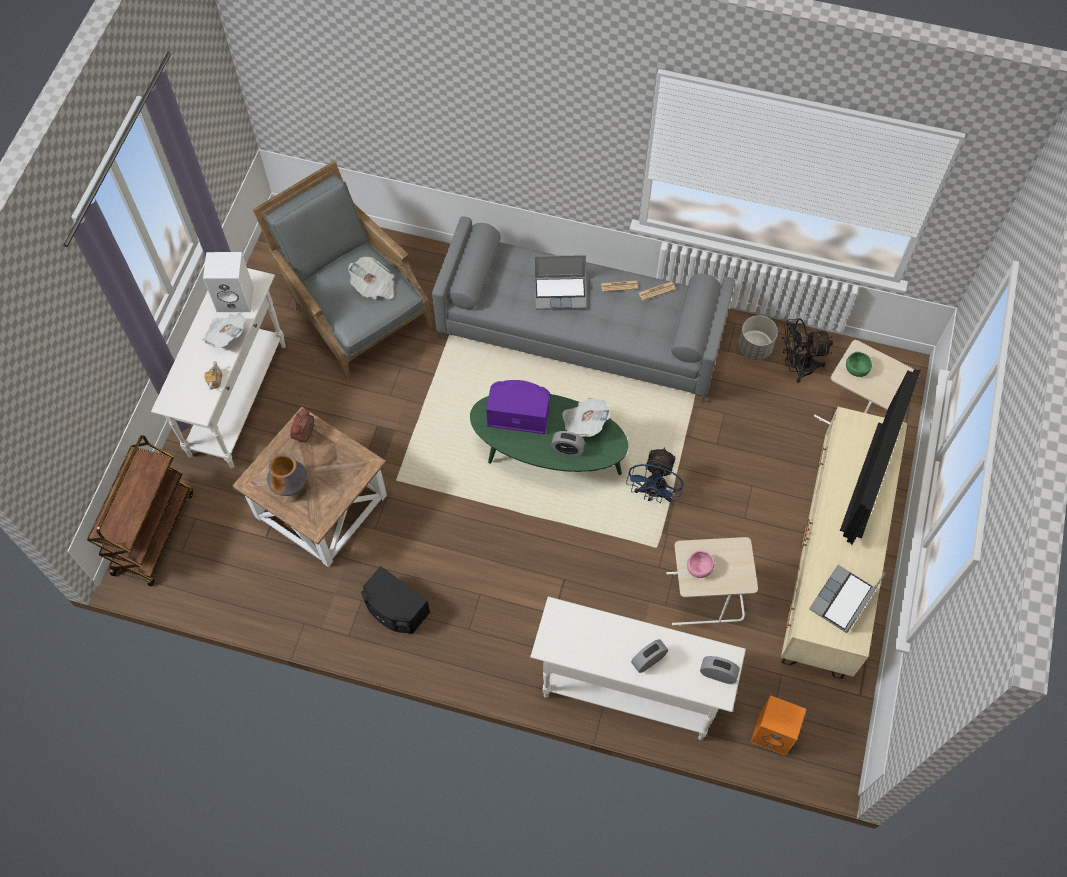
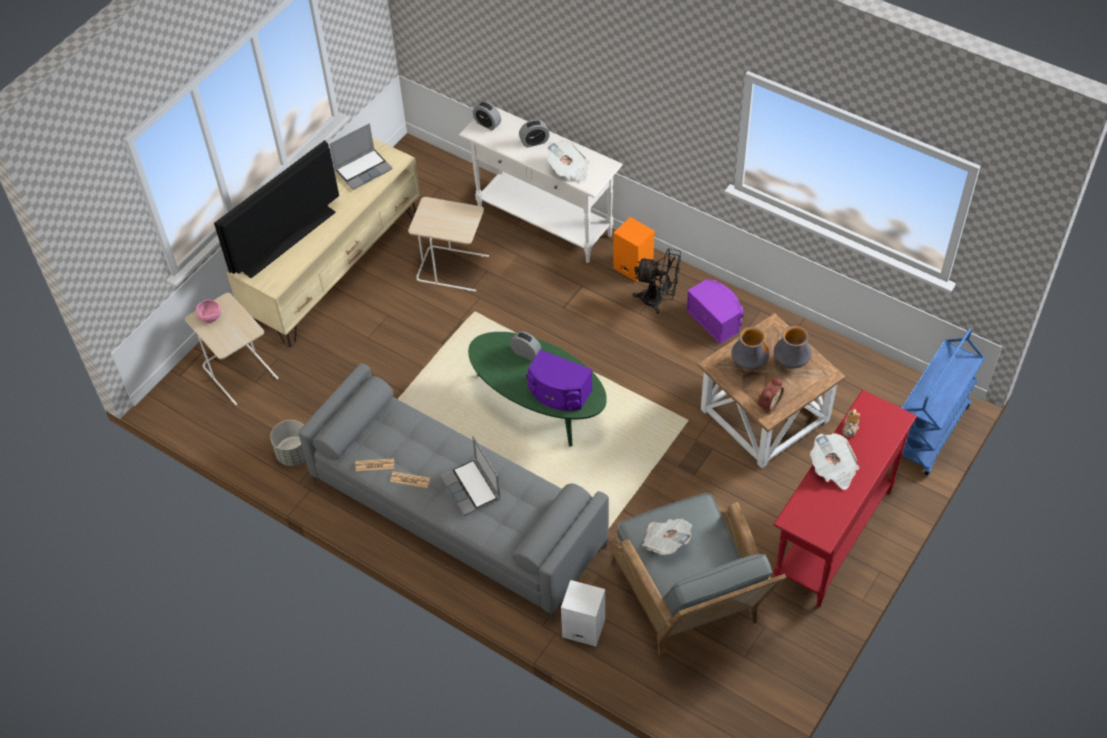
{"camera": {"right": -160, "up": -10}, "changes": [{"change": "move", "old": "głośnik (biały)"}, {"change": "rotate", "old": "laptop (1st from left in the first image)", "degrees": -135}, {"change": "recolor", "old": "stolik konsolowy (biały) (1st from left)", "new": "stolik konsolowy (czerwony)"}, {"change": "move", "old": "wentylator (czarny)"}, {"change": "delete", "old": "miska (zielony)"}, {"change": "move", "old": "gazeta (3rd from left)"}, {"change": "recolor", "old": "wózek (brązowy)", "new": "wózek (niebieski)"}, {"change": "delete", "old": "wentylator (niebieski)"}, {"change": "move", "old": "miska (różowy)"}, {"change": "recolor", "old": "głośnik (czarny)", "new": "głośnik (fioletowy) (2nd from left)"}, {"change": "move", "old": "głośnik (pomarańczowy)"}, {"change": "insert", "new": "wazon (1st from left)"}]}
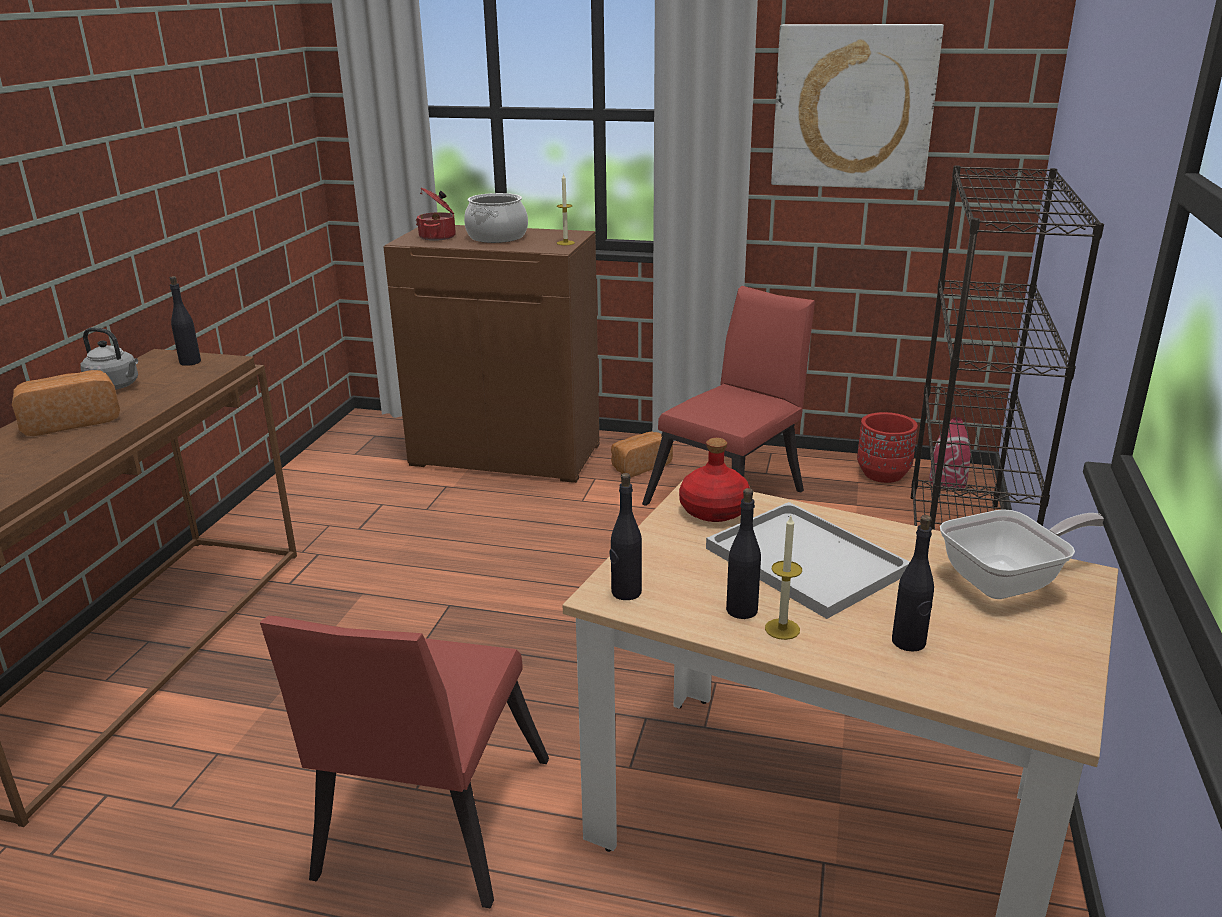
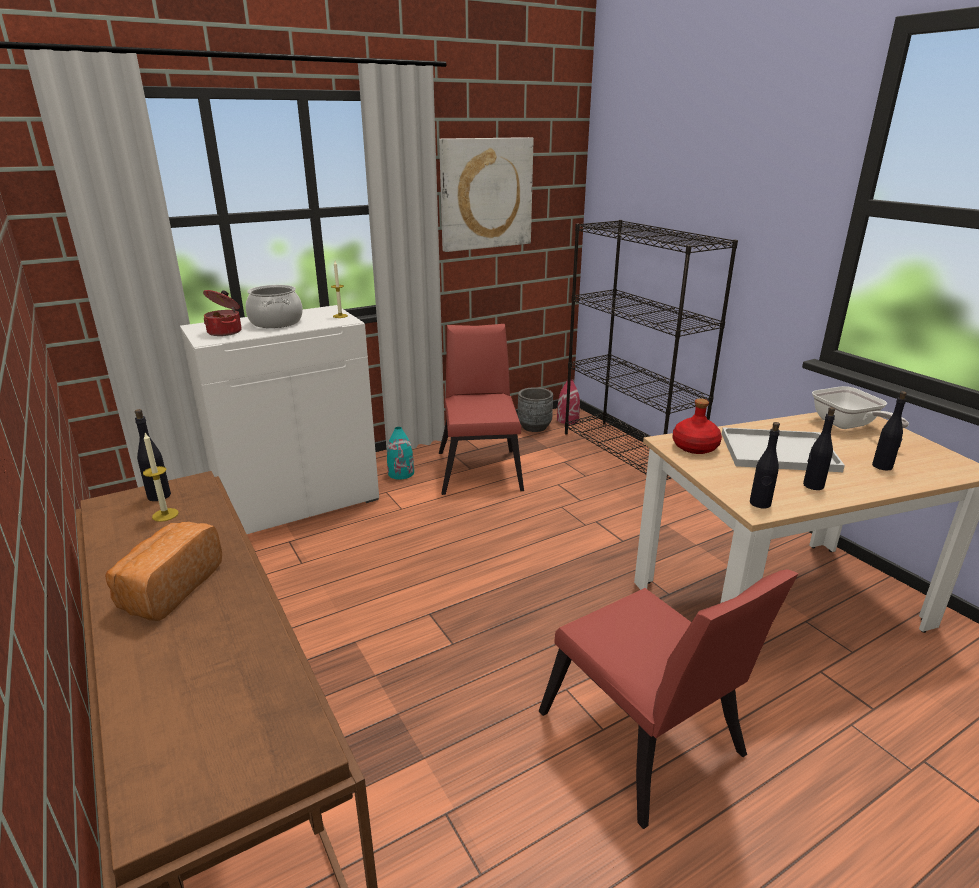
{"camera": {"right": -45, "up": 0}, "changes": [{"change": "recolor", "old": "szafka (brązowy)", "new": "szafka (biały)"}, {"change": "delete", "old": "czajnik (szary)"}, {"change": "recolor", "old": "donica (czerwony)", "new": "donica (szary)"}, {"change": "replace", "old": "chleb (2nd from left)", "new": "wazon (turkusowy)"}, {"change": "rotate", "old": "patelnia", "degrees": 135}, {"change": "move", "old": "świeca (2nd from left in the first image)", "new": "świeca (1st from left)"}]}
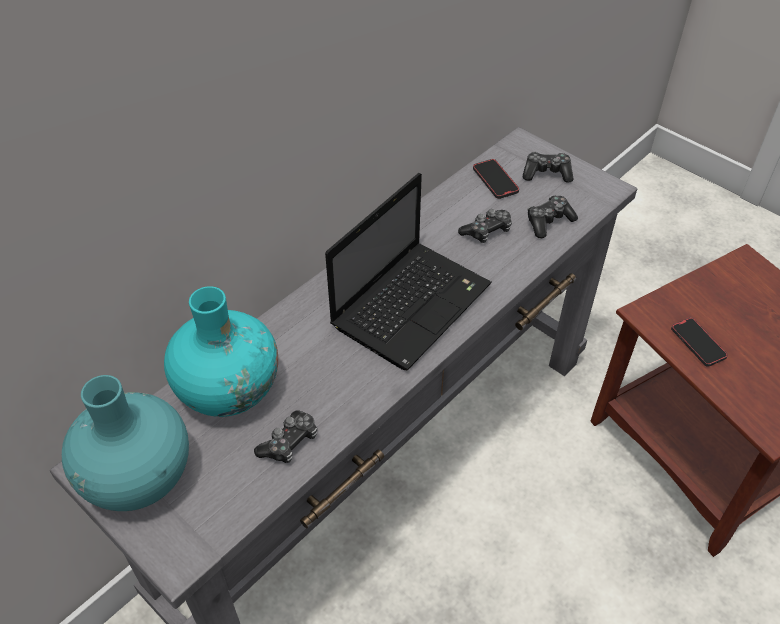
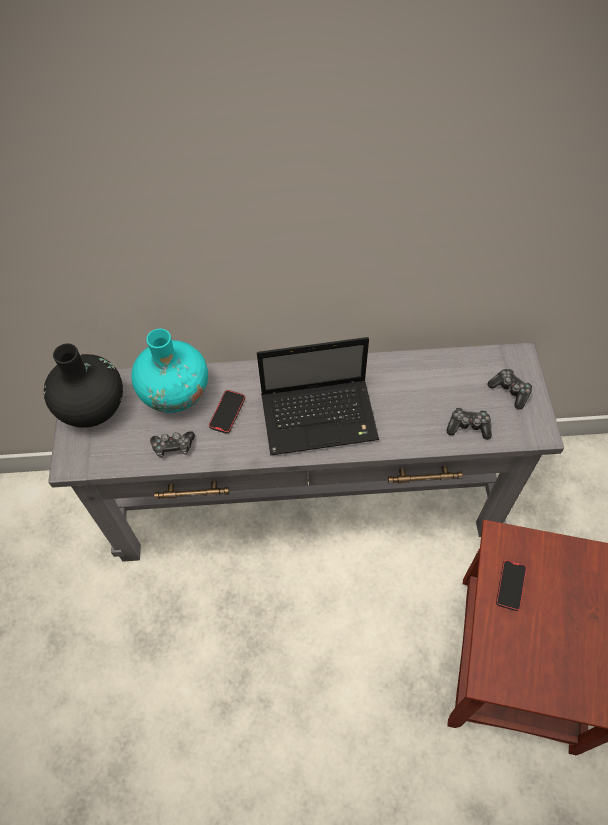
{"camera": {"right": 45, "up": 10}, "changes": [{"change": "move", "old": "telefon (1st from left)"}, {"change": "delete", "old": "pad do gier (2nd from left)"}, {"change": "recolor", "old": "wazon (turkusowy) (1st from left)", "new": "wazon (czarny)"}]}
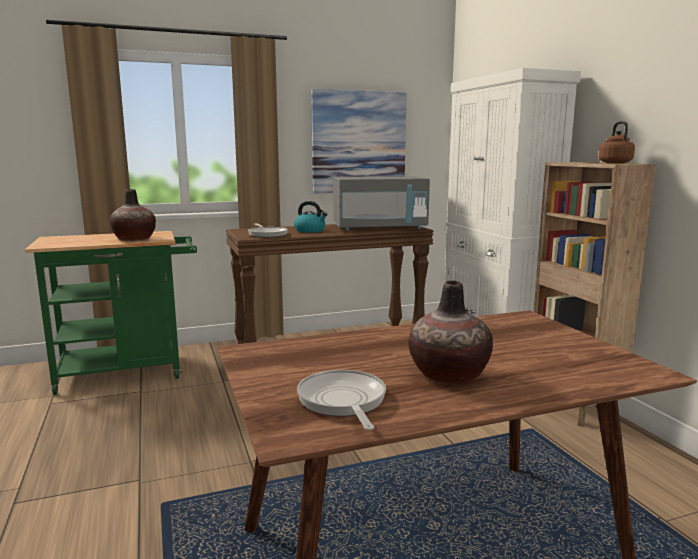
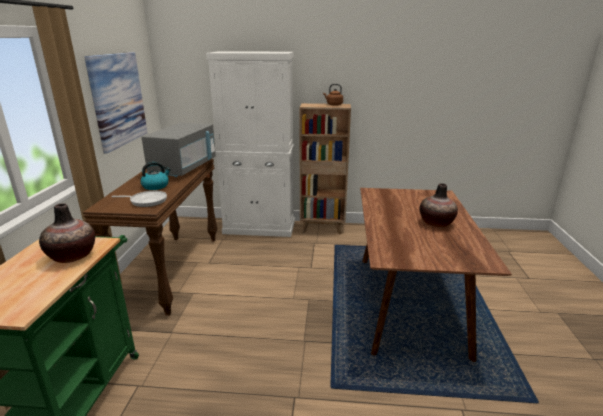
{"camera": {"right": -65, "up": 10}, "changes": [{"change": "delete", "old": "patelnia (2nd from left)"}]}
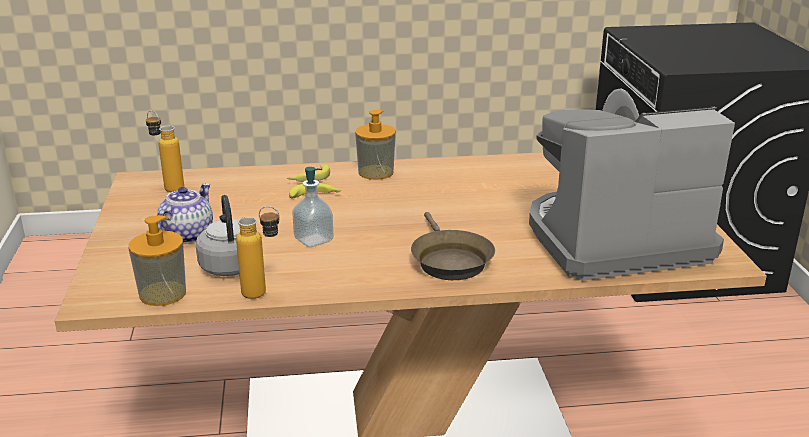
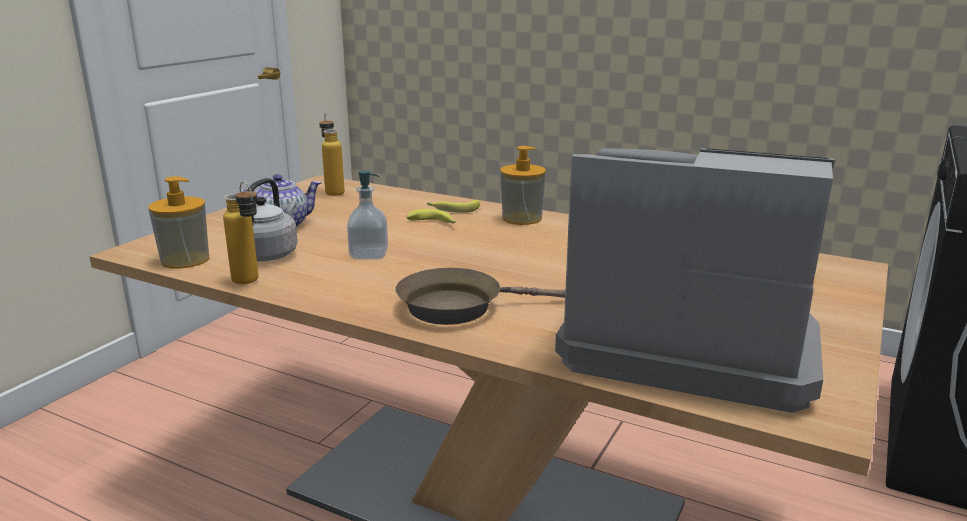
{"camera": {"right": 35, "up": -5}, "changes": [{"change": "rotate", "old": "patelnia (brązowy)", "degrees": 60}]}
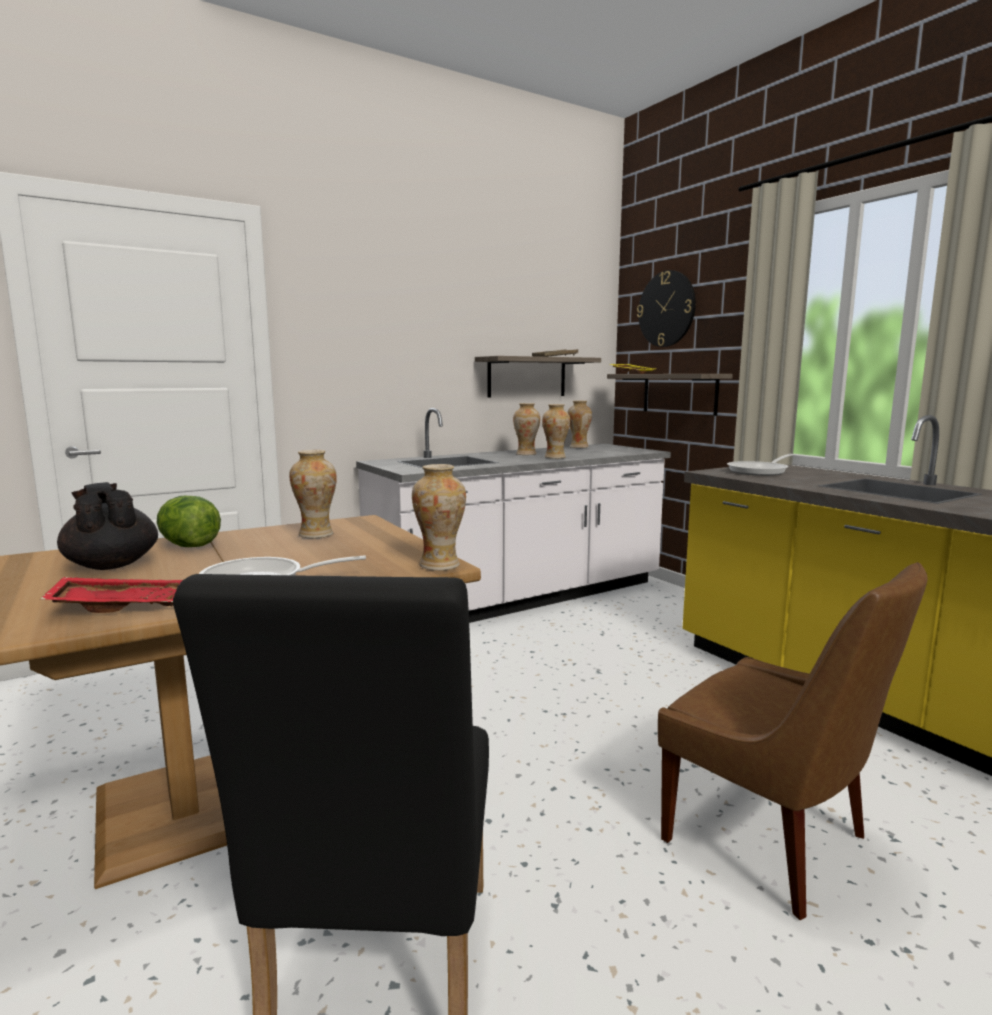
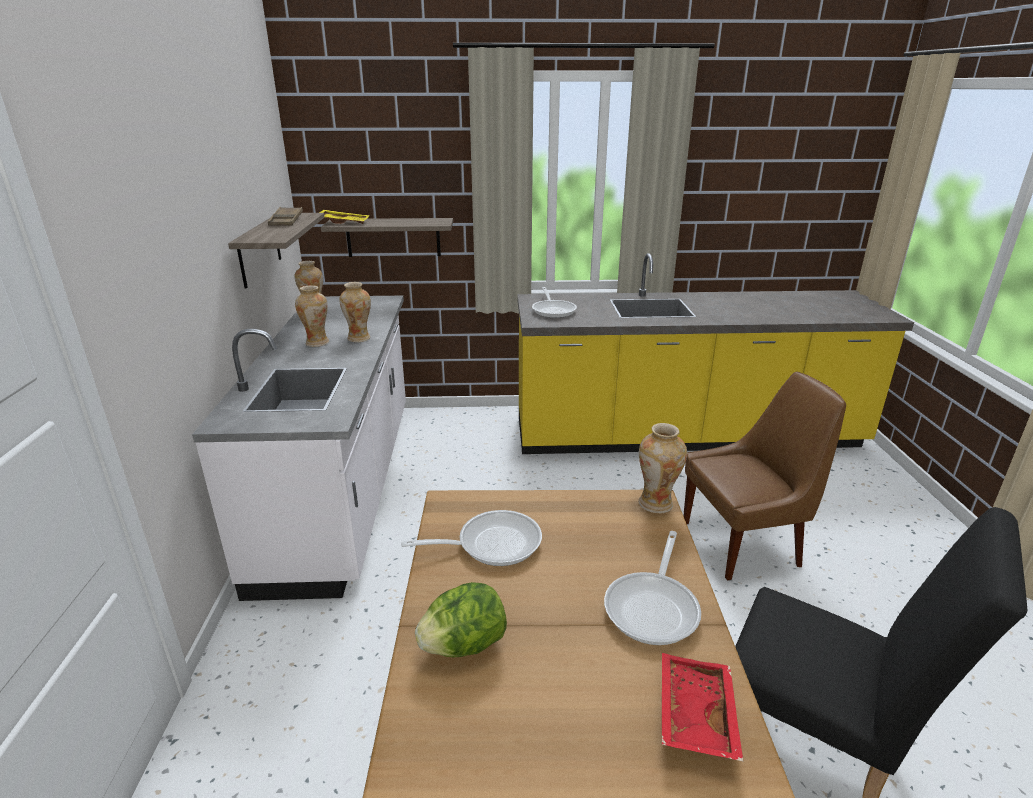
{"camera": {"right": -60, "up": 15}, "changes": [{"change": "delete", "old": "zegar ścienny"}, {"change": "replace", "old": "wazon (1st from left)", "new": "patelnia (1st from left)"}, {"change": "delete", "old": "imbryk (czarny)"}]}
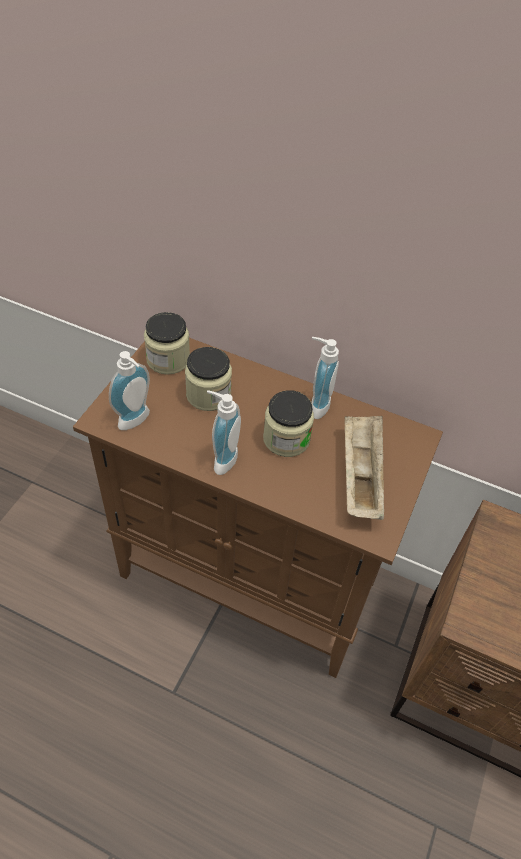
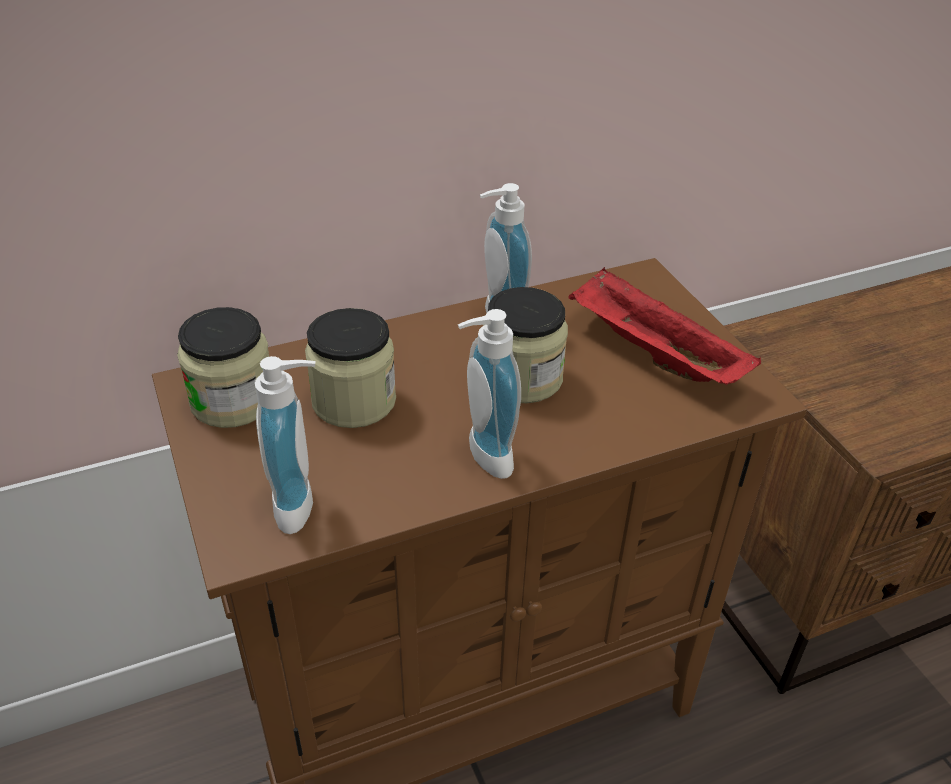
{"camera": {"right": -45, "up": -10}, "changes": [{"change": "recolor", "old": "taca (beżowy)", "new": "taca (czerwony)"}]}
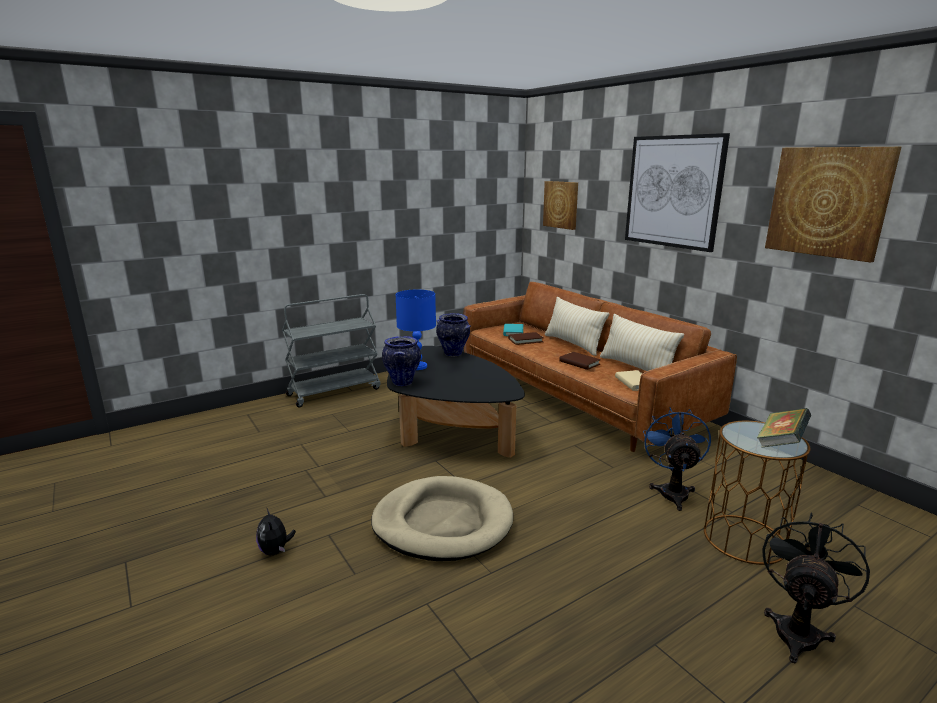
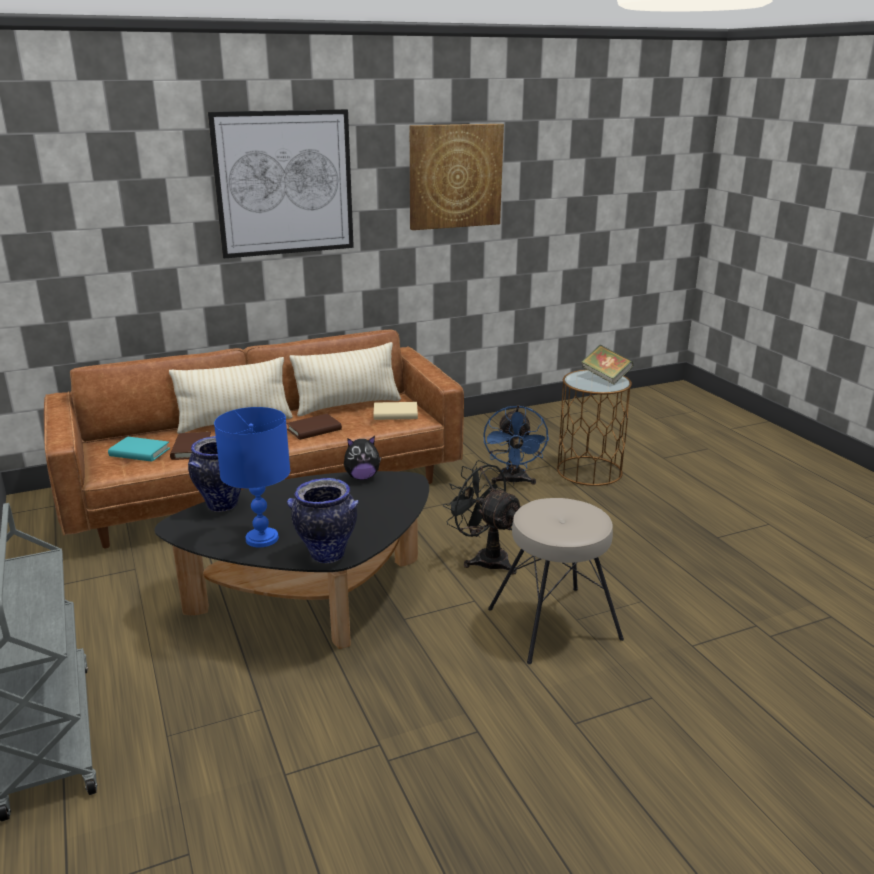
{"camera": {"right": -80, "up": 5}, "changes": [{"change": "delete", "old": "obraz (1st from left)"}, {"change": "rotate", "old": "wentylator (niebieski)", "degrees": -105}, {"change": "replace", "old": "legowisko (beżowy)", "new": "stołek (beżowy)"}, {"change": "move", "old": "pluszak"}, {"change": "move", "old": "wentylator (czarny)"}]}
